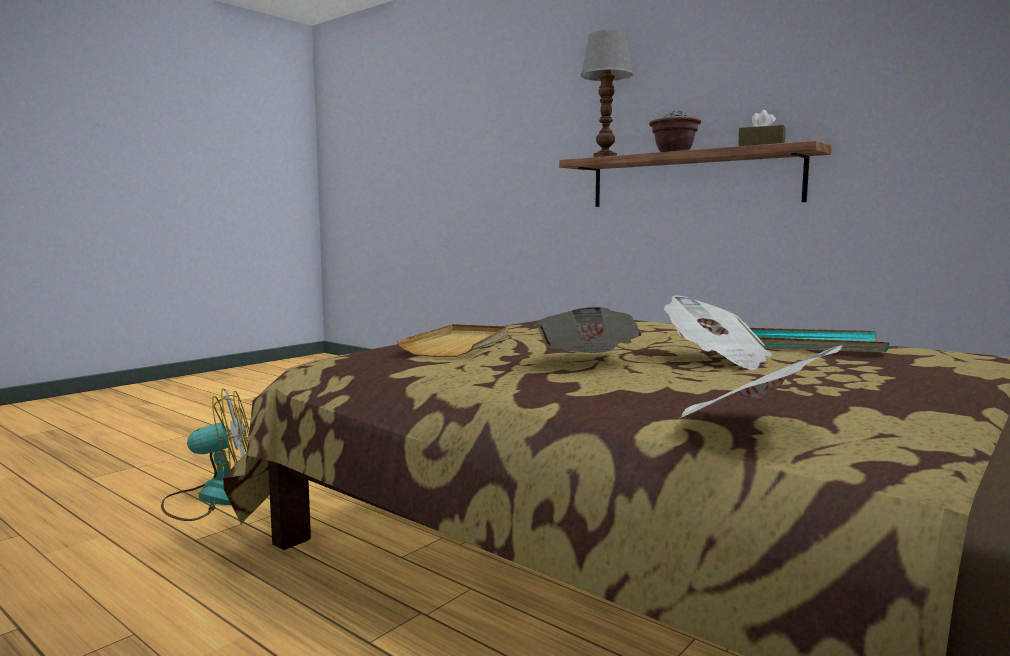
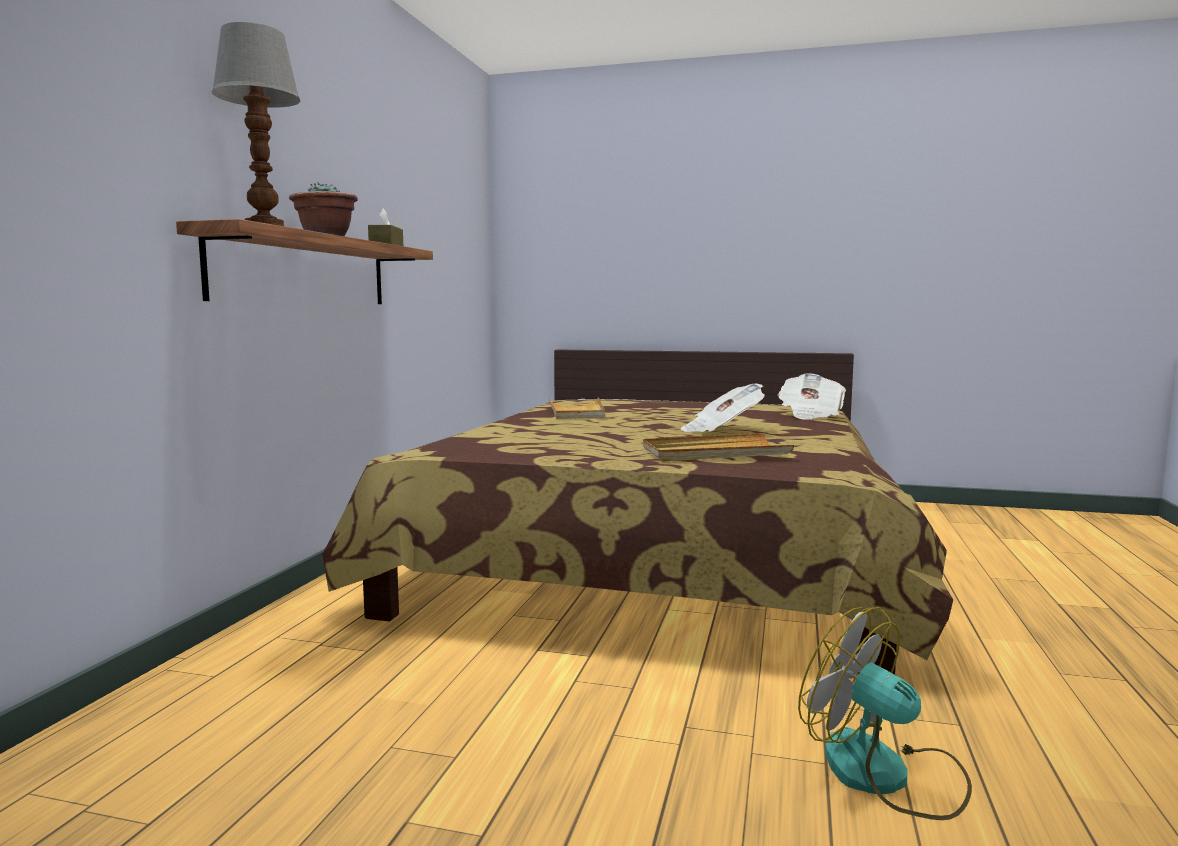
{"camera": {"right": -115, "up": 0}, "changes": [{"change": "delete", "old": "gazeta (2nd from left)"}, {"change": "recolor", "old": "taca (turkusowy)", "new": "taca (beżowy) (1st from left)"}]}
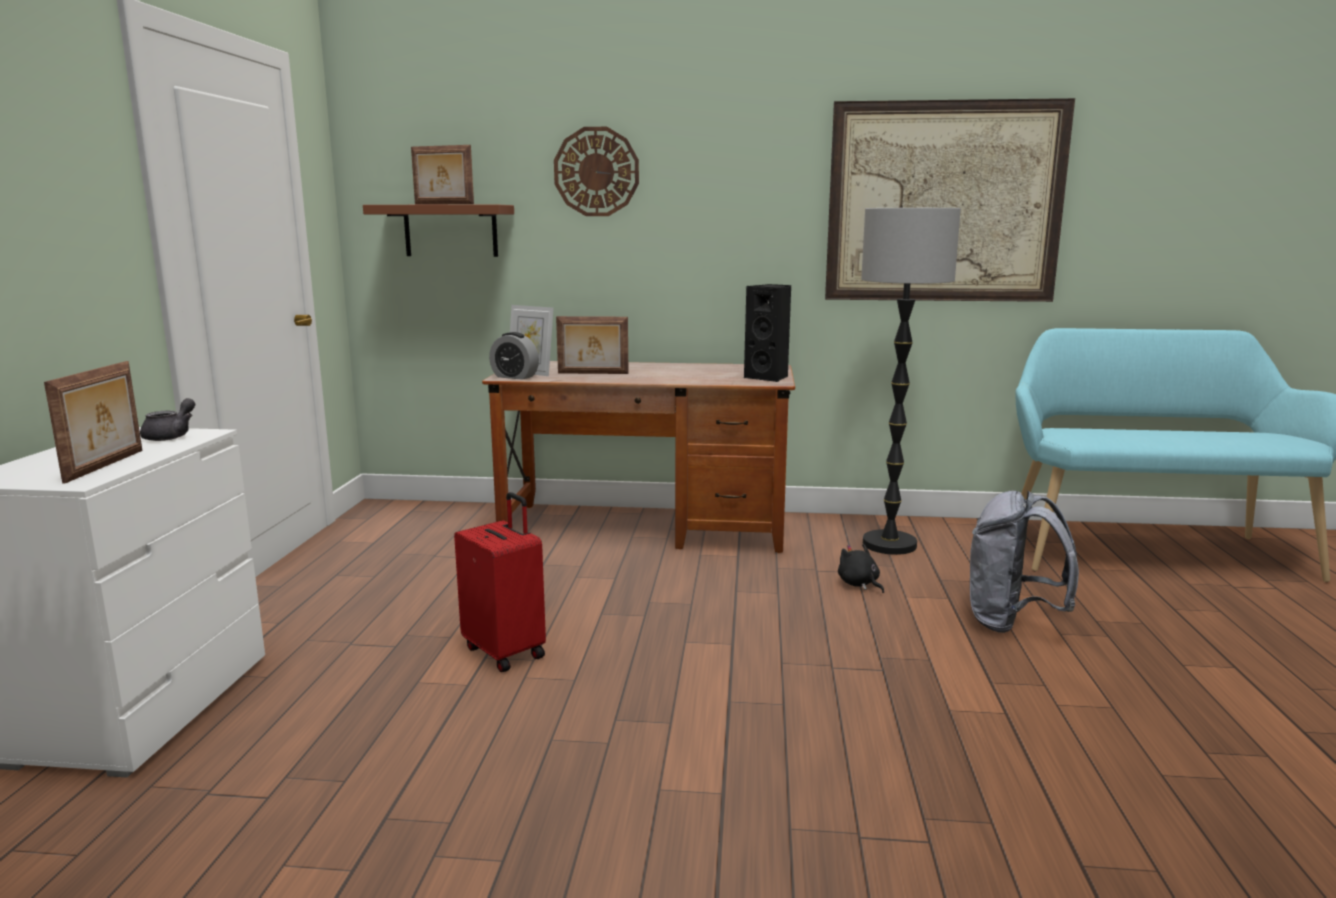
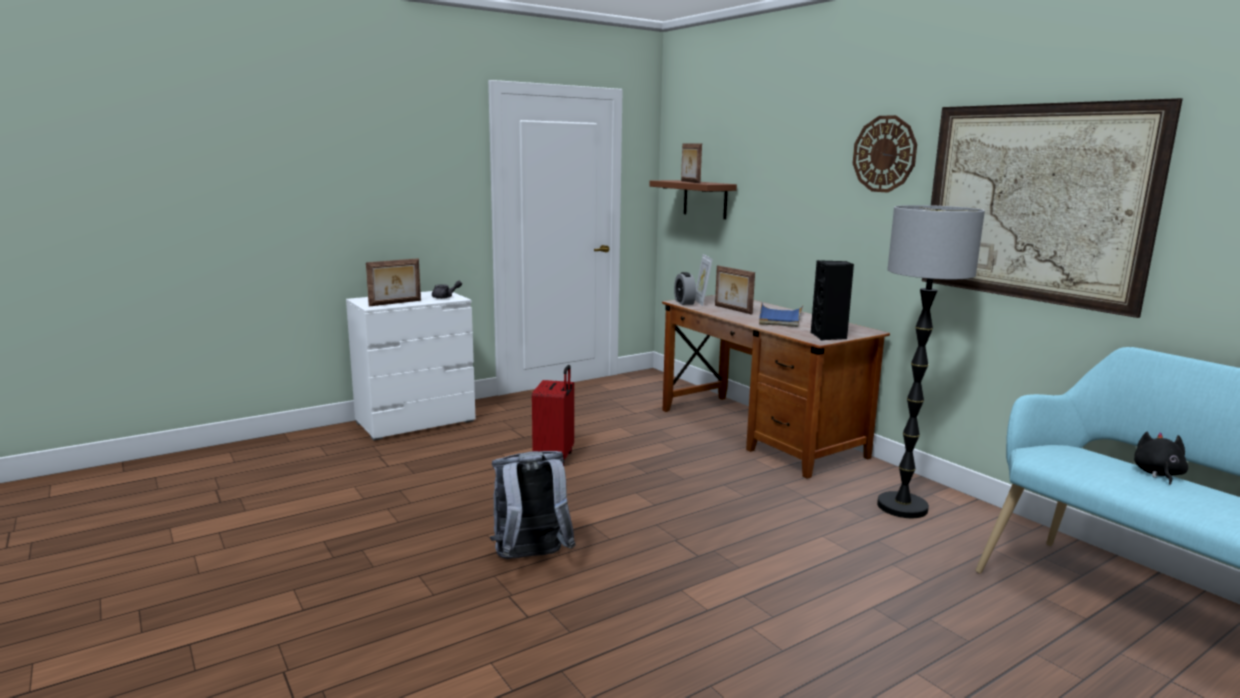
{"camera": {"right": 50, "up": 0}, "changes": [{"change": "move", "old": "zegar ścienny"}, {"change": "move", "old": "plecak (szary)"}, {"change": "move", "old": "pluszak (czarny)"}, {"change": "insert", "new": "taca (niebieski)"}]}
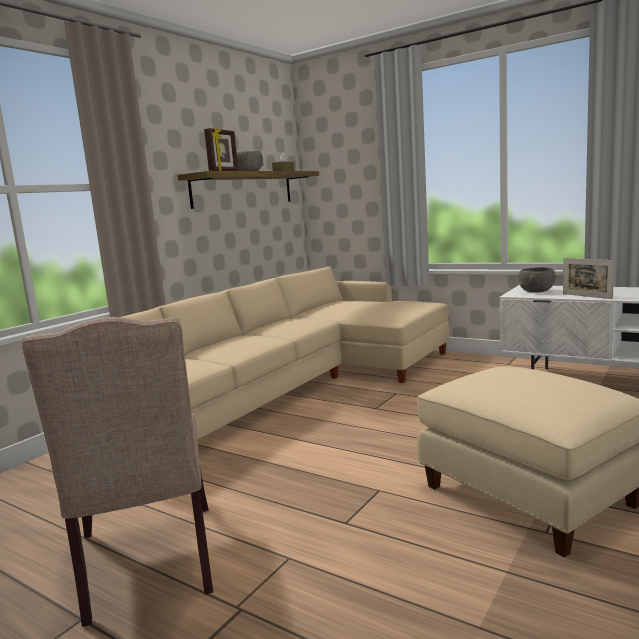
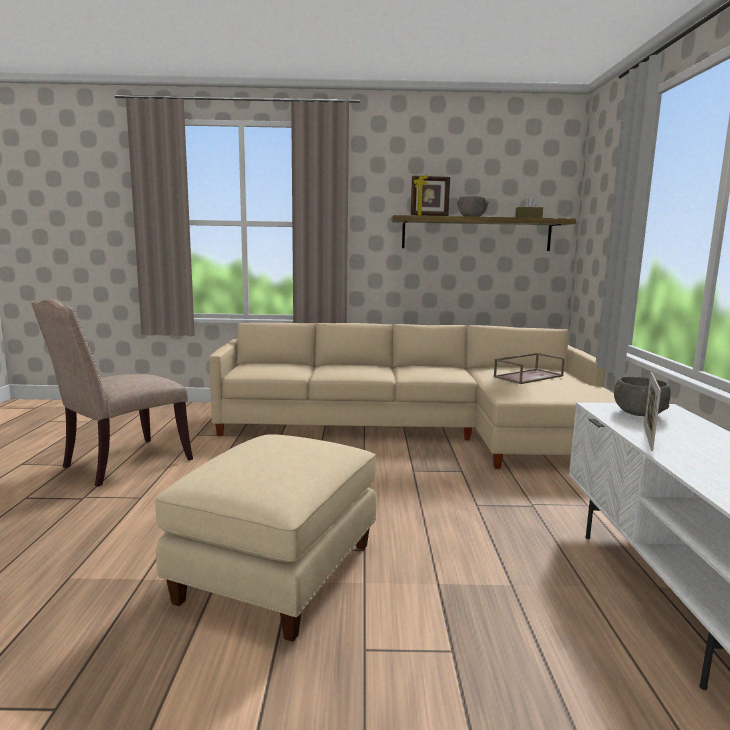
{"camera": {"right": 55, "up": 0}, "changes": [{"change": "insert", "new": "taca (brązowy)"}]}
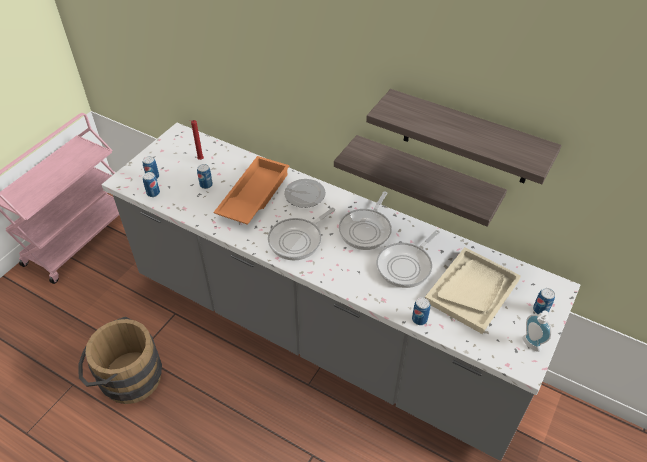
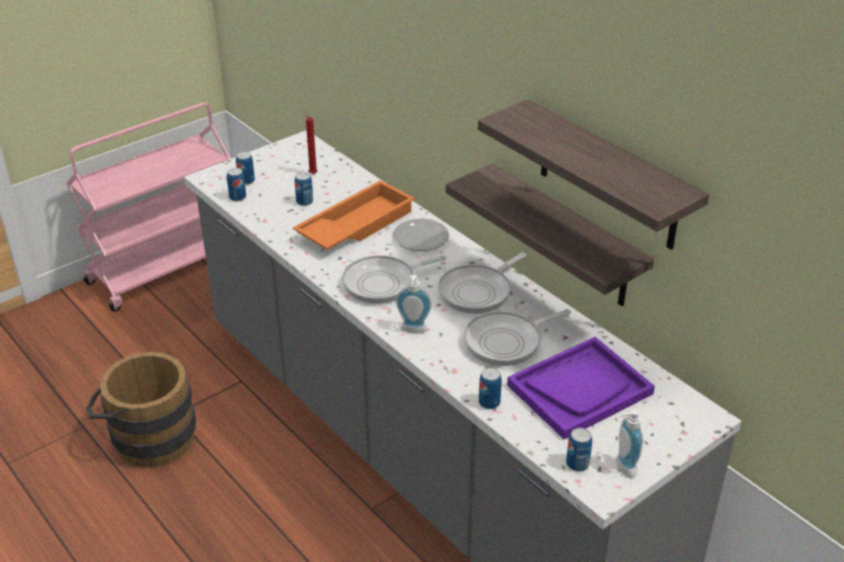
{"camera": {"right": 20, "up": -10}, "changes": [{"change": "recolor", "old": "taca (beżowy)", "new": "taca (fioletowy)"}, {"change": "move", "old": "puszka (5th from left)"}, {"change": "insert", "new": "dozownik mydła (1st from left)"}]}
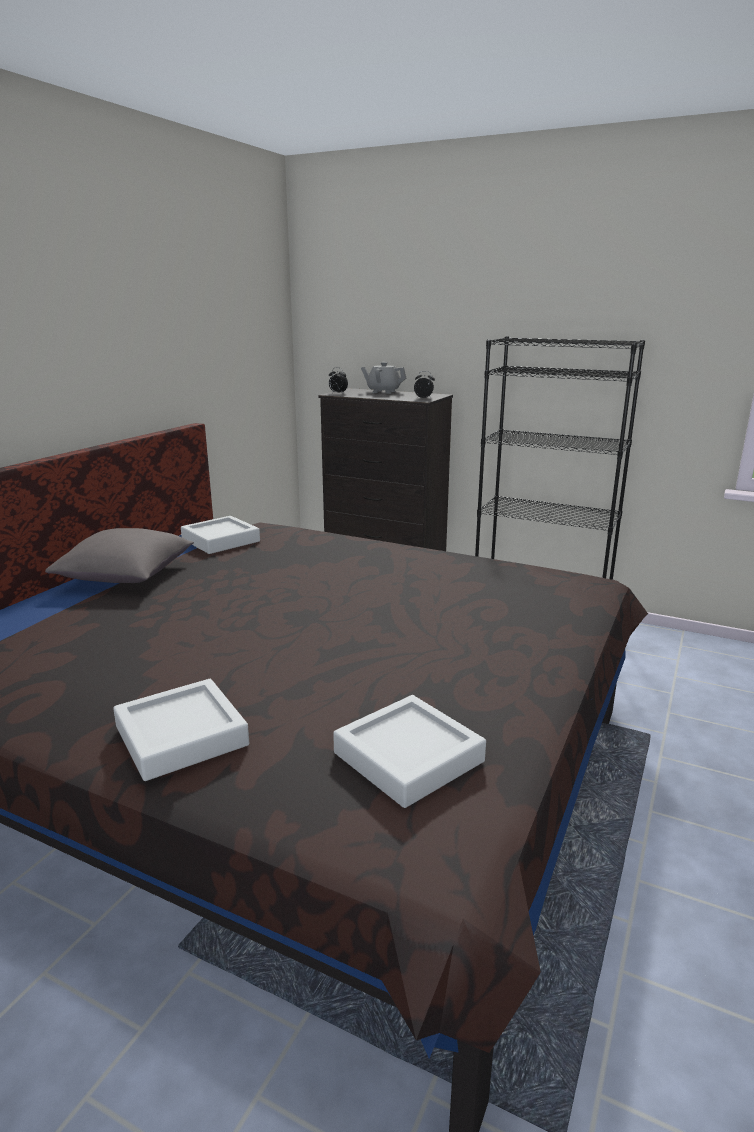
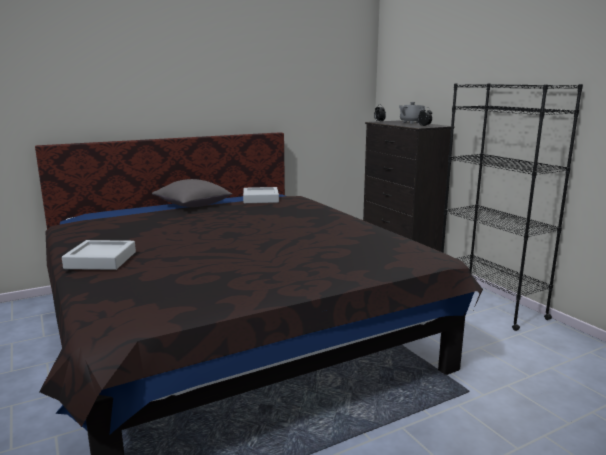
{"camera": {"right": 35, "up": -5}, "changes": [{"change": "delete", "old": "taca (szary) (3rd from left)"}]}
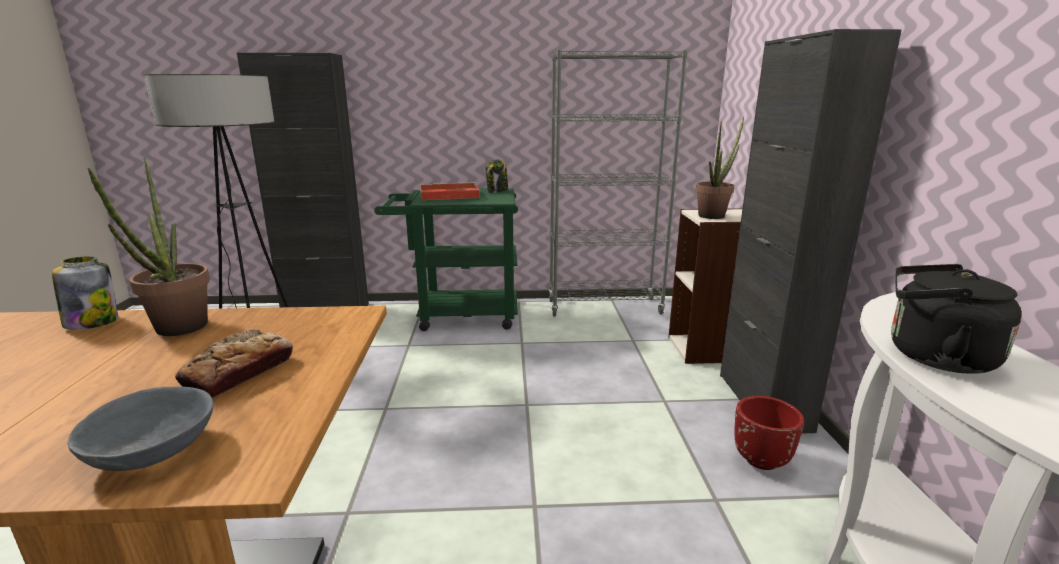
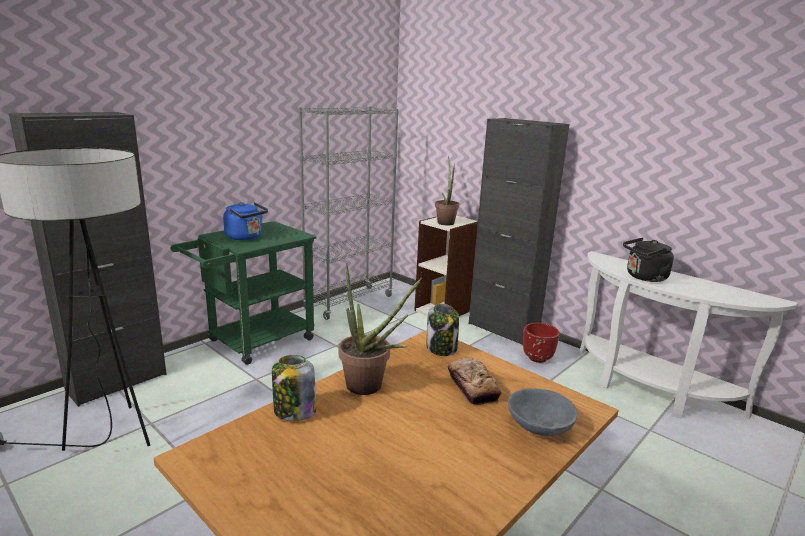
{"camera": {"right": -45, "up": 0}, "changes": [{"change": "move", "old": "słoik (2nd from left)"}, {"change": "replace", "old": "taca (czerwony)", "new": "czajnik (niebieski)"}]}
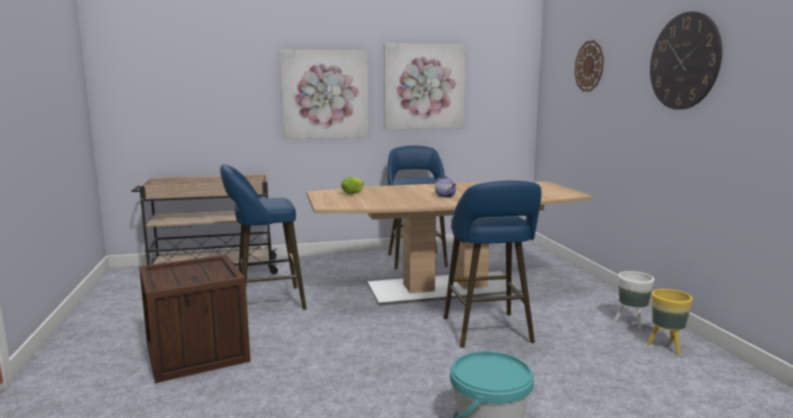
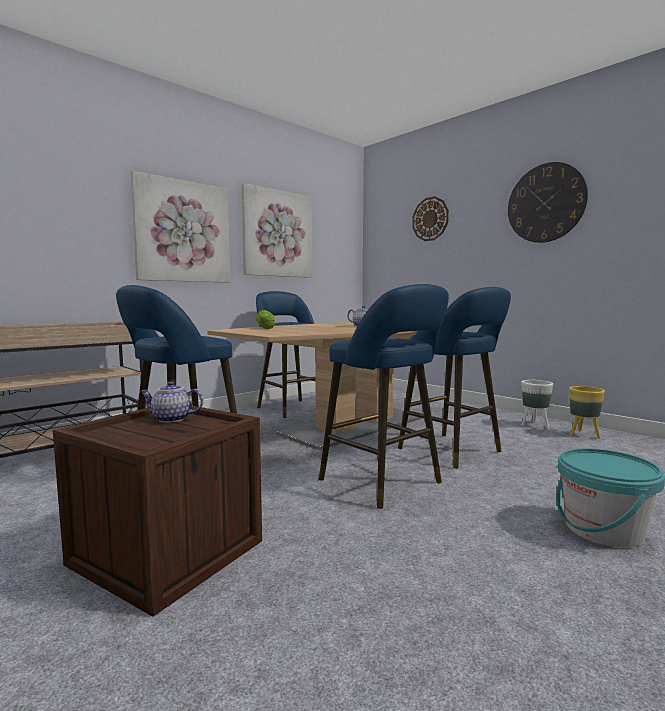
{"camera": {"right": -30, "up": -5}, "changes": [{"change": "insert", "new": "stołek (niebieski) (3rd from left)"}, {"change": "insert", "new": "imbryk (1st from left)"}]}
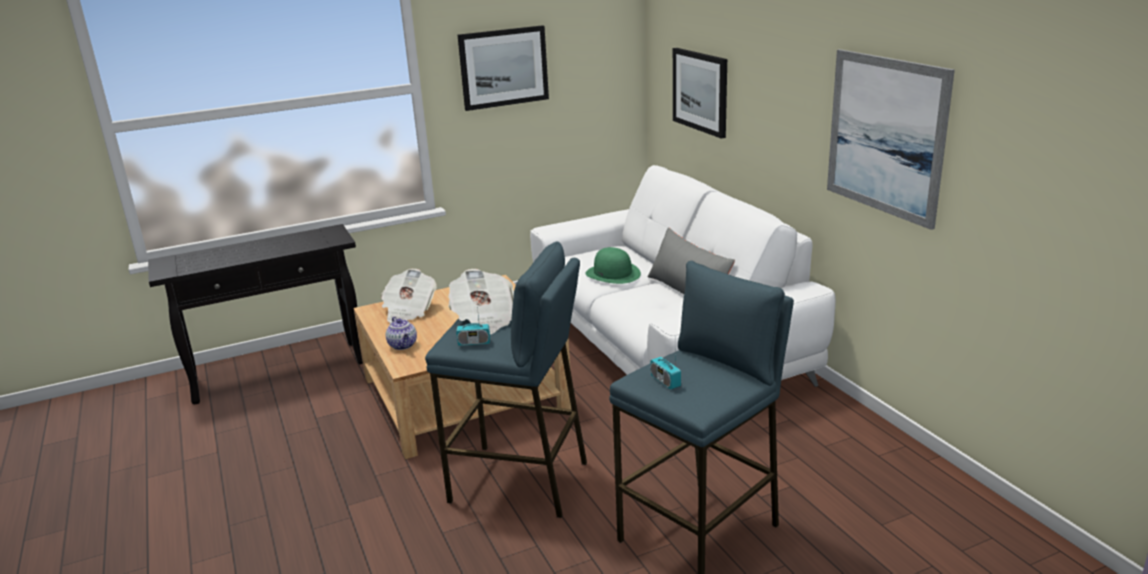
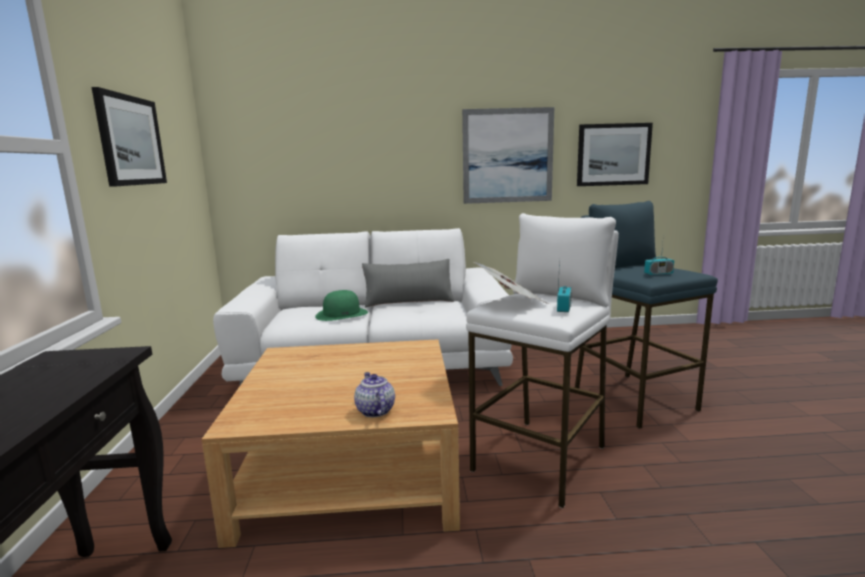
{"camera": {"right": -70, "up": -10}, "changes": [{"change": "move", "old": "obraz (2nd from left in the first image)", "new": "obraz (3rd from left)"}, {"change": "recolor", "old": "stołek (niebieski) (1st from left)", "new": "stołek (biały)"}, {"change": "delete", "old": "gazeta (1st from left)"}, {"change": "rotate", "old": "imbryk", "degrees": -105}]}
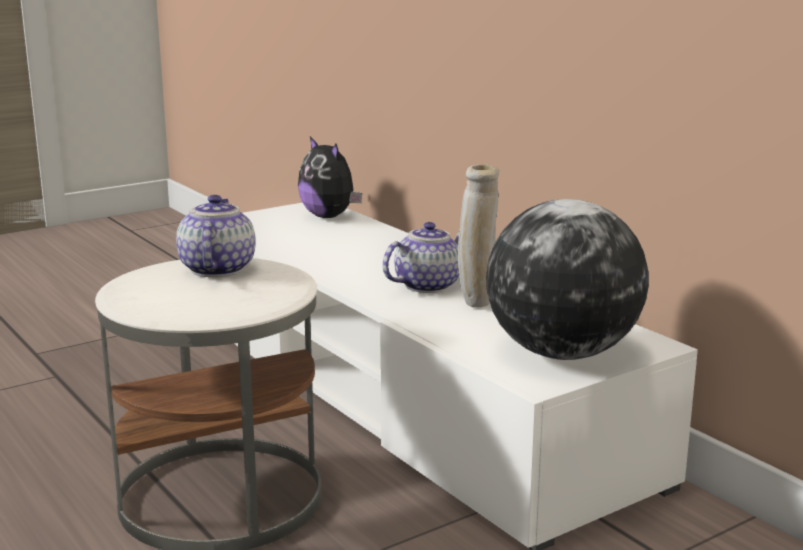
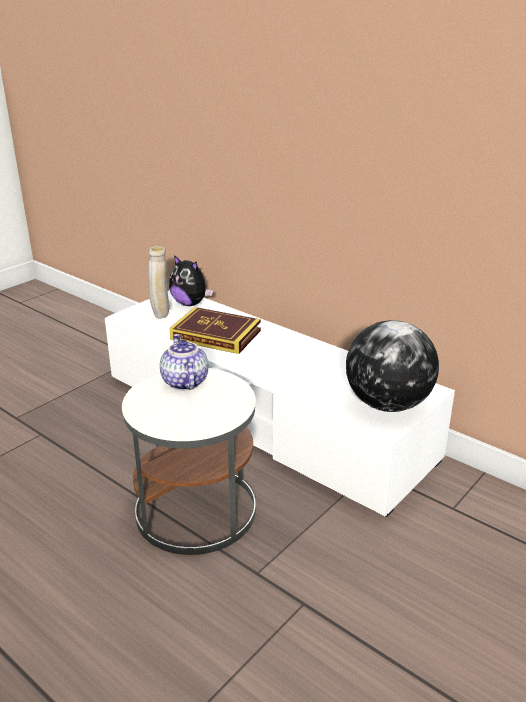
{"camera": {"right": -15, "up": 10}, "changes": [{"change": "move", "old": "wazon (beżowy)"}, {"change": "delete", "old": "imbryk (2nd from left)"}, {"change": "insert", "new": "książka"}]}
